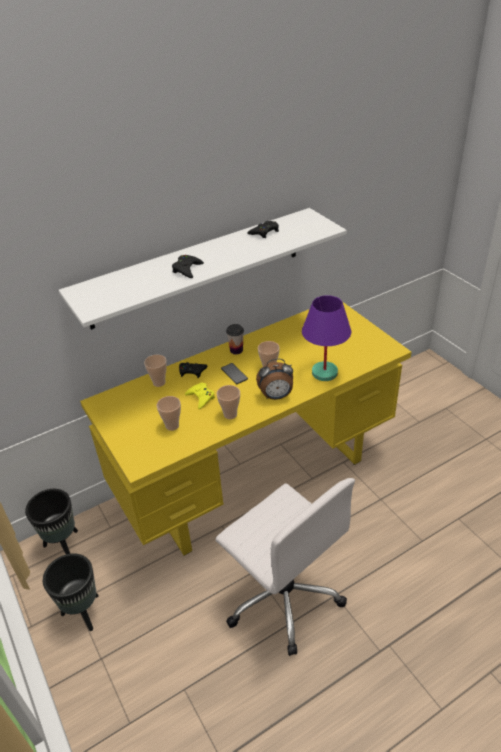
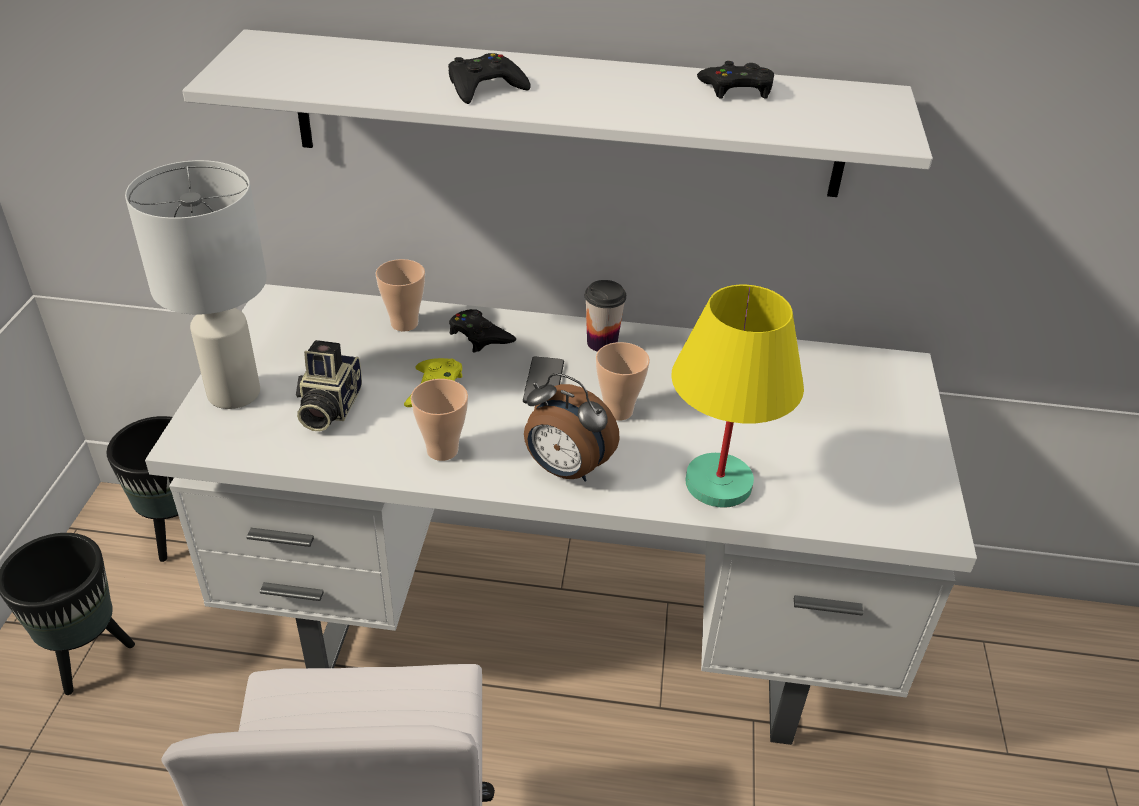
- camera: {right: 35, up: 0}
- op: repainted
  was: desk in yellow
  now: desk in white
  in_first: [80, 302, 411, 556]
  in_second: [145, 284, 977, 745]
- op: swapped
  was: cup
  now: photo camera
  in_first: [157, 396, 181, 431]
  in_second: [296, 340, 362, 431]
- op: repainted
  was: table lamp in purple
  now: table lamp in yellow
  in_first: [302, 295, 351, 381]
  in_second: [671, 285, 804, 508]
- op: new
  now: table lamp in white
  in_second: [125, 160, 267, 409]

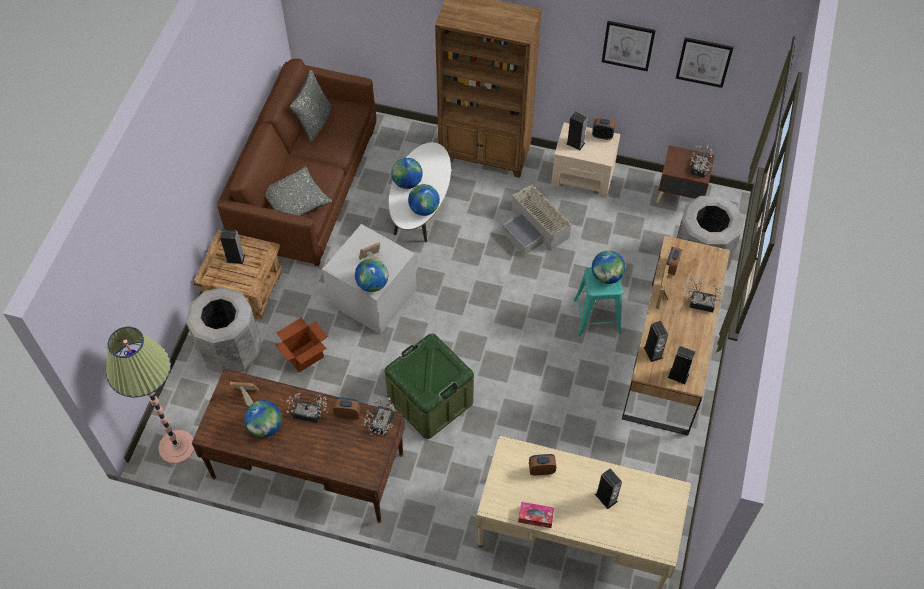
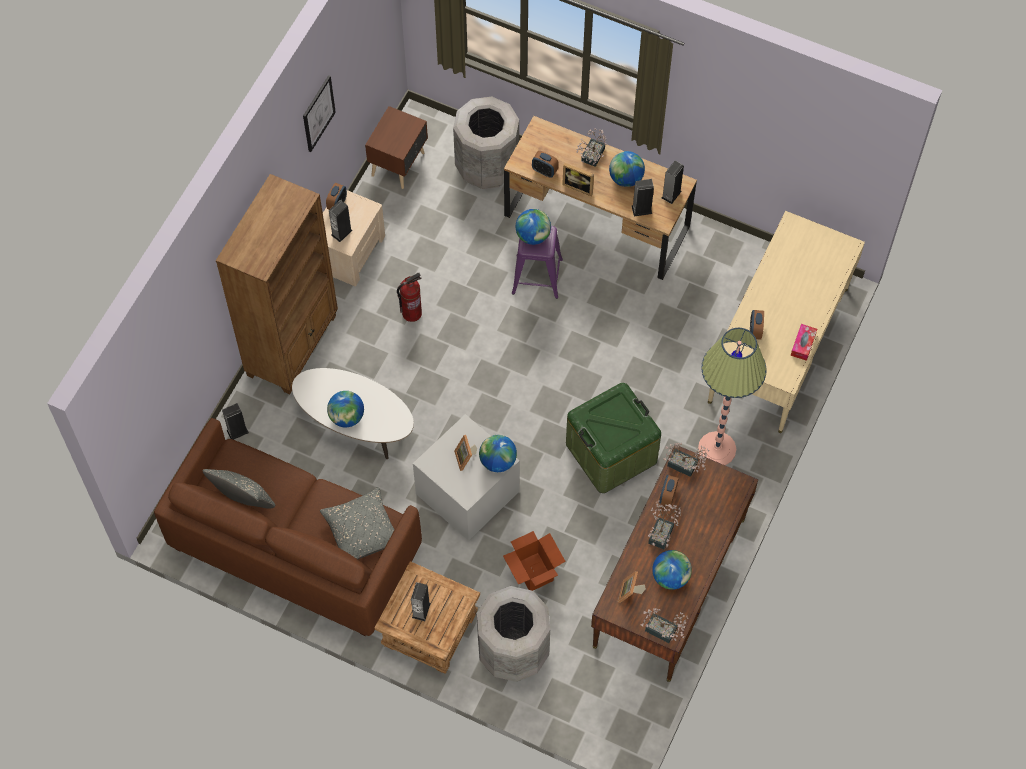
- camera: {right: -80, up: 5}
- op: shifted
  was: floor lamp
  in_first: [106, 327, 194, 464]
  in_second: [698, 328, 767, 465]
- op: shifted
  was: globe
  in_first: [408, 184, 440, 216]
  in_second: [609, 151, 645, 187]
- op: swapped
  was: storage box in grey
  now: fire extinguisher
  in_first: [502, 184, 572, 256]
  in_second: [397, 273, 422, 322]
- op: repainted
  was: stool in turquoise
  now: stool in purple
  in_first: [573, 267, 623, 336]
  in_second: [512, 226, 563, 299]
- op: shifted
  was: speaker
  in_first: [595, 468, 622, 509]
  in_second: [222, 403, 249, 440]
- op: gone
  was: picture
  in_first: [676, 37, 734, 88]
- op: shifted
  was: potted plant
  in_first: [690, 143, 714, 177]
  in_second: [640, 608, 688, 643]

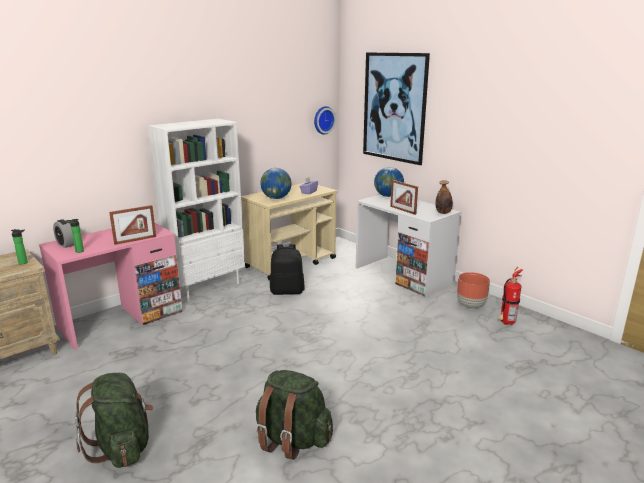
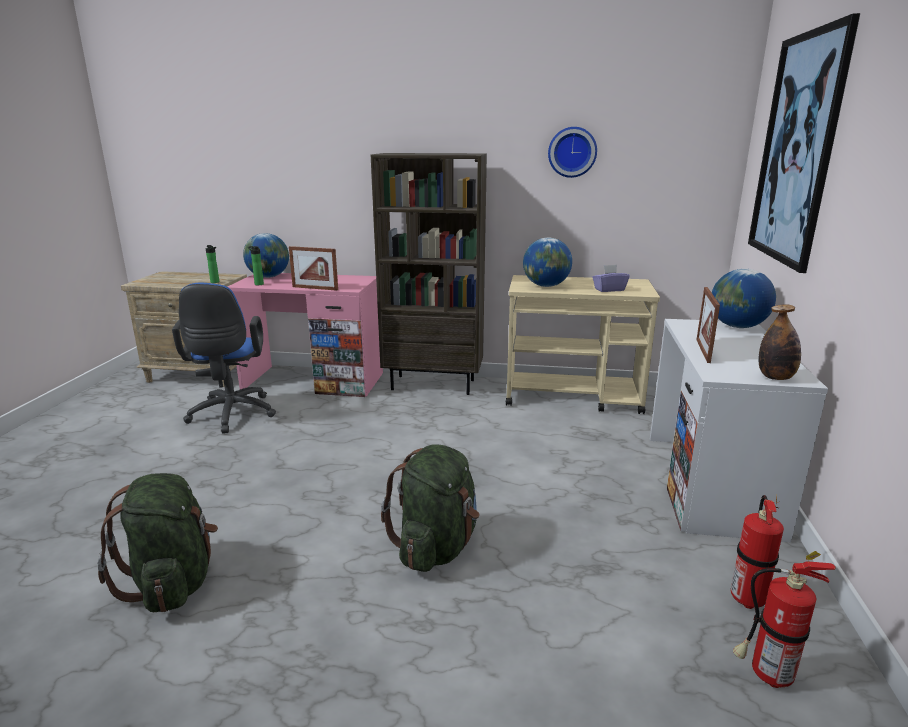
- camera: {right: 50, up: 0}
- op: swapped
  was: alarm clock
  now: globe
  in_first: [53, 219, 74, 248]
  in_second: [243, 233, 289, 278]
- op: shifted
  was: backpack in green
  in_first: [75, 373, 153, 468]
  in_second: [381, 445, 480, 572]
- op: repainted
  was: bookcase in white
  now: bookcase in brown
  in_first: [148, 119, 245, 301]
  in_second: [371, 153, 487, 395]
- op: gone
  was: backpack in black
  in_first: [270, 244, 305, 295]
- op: shifted
  was: wall clock
  in_first: [314, 106, 336, 135]
  in_second: [548, 127, 597, 178]
- op: swapped
  was: planter in brown
  now: fire extinguisher
  in_first: [457, 272, 490, 309]
  in_second: [731, 495, 784, 609]
- op: new
  now: office chair in blue
  in_second: [172, 283, 276, 434]

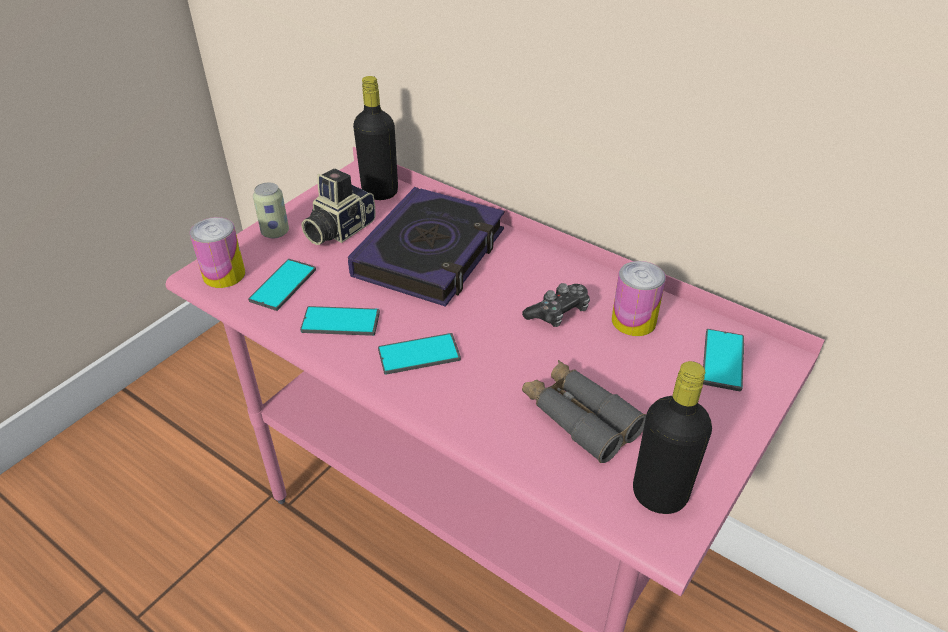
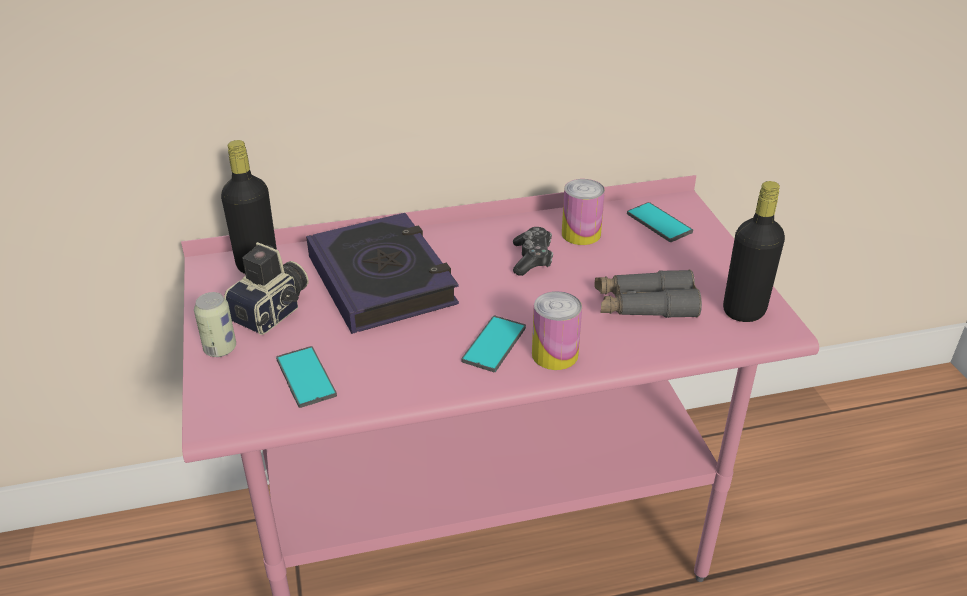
- camera: {right: -50, up: -5}
- op: shifted
  was: can
  in_first: [190, 217, 245, 288]
  in_second: [532, 291, 582, 370]
- op: gone
  was: phone
  in_first: [300, 306, 380, 336]
- op: rotated
  was: photo camera
  in_first: [302, 169, 376, 245]
  in_second: [224, 242, 309, 335]
  clockwise: -135

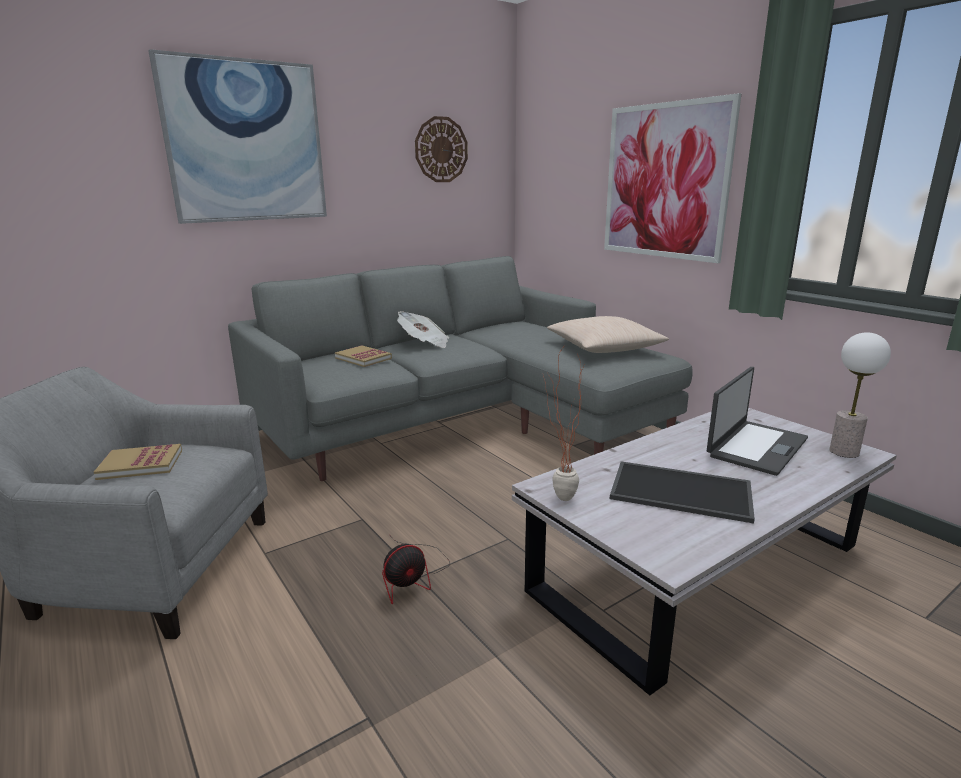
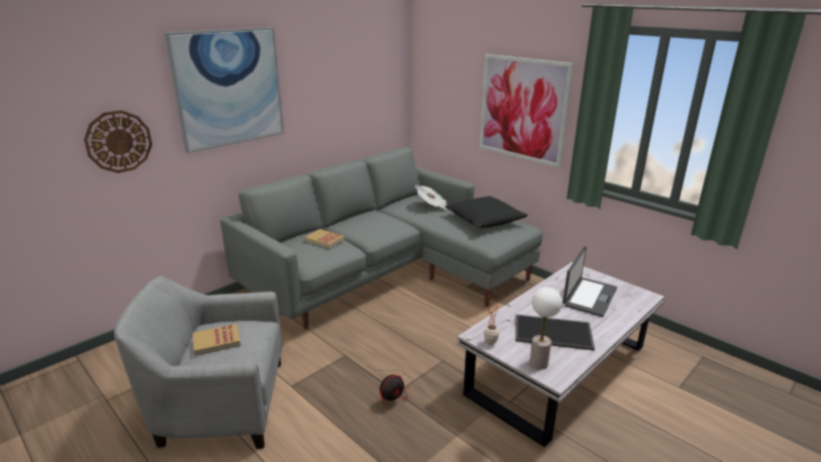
- camera: {right: -10, up: 5}
- op: shifted
  was: newspaper
  in_first: [397, 311, 449, 348]
  in_second: [415, 185, 449, 210]
- op: shifted
  was: wall clock
  in_first: [415, 116, 468, 182]
  in_second: [84, 110, 152, 173]
- op: repainted
  was: pillow in beige
  now: pillow in black
  in_first: [547, 316, 669, 353]
  in_second: [445, 196, 528, 228]
- op: shifted
  was: table lamp
  in_first: [830, 332, 891, 458]
  in_second: [530, 287, 562, 370]

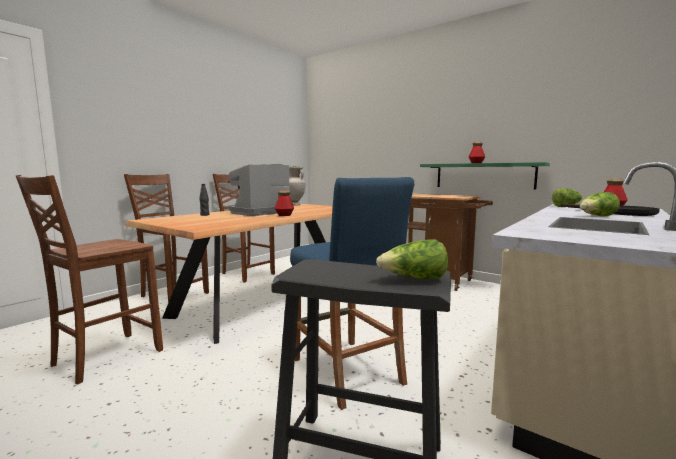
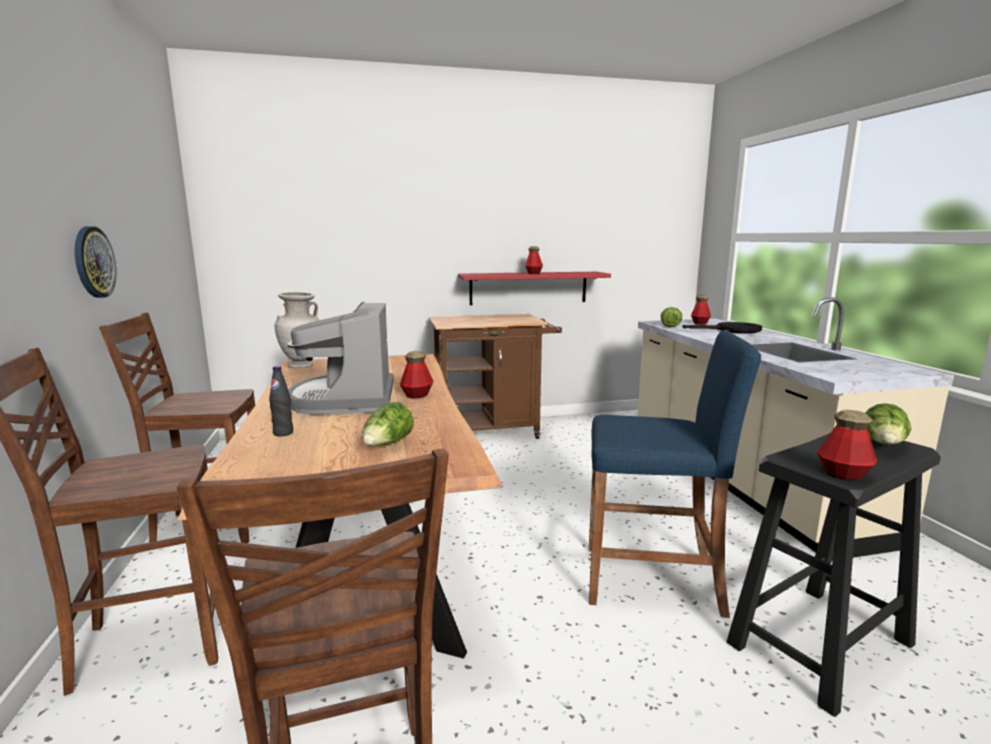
- camera: {right: -50, up: 5}
- op: repainted
  was: shelf in green
  now: shelf in red
  in_first: [420, 162, 550, 189]
  in_second: [458, 272, 611, 305]
- op: shifted
  was: lettuce
  in_first: [579, 192, 620, 216]
  in_second: [362, 402, 414, 446]
- op: new
  now: wall clock
  in_second: [75, 226, 117, 298]
- op: new
  now: bottle
  in_second: [817, 410, 877, 481]

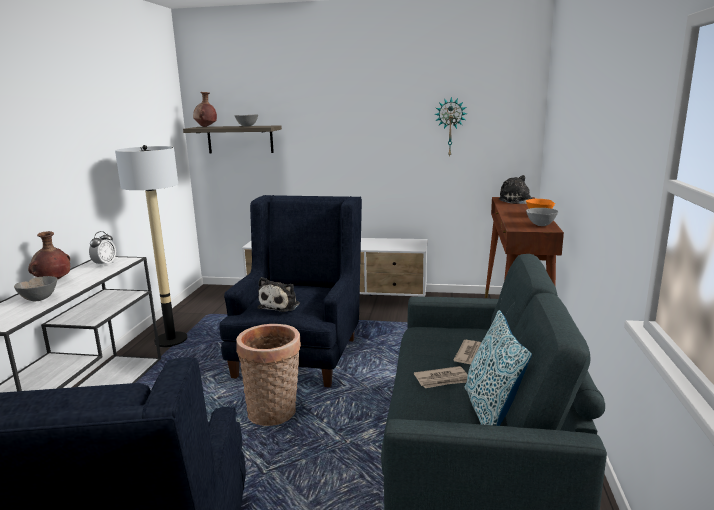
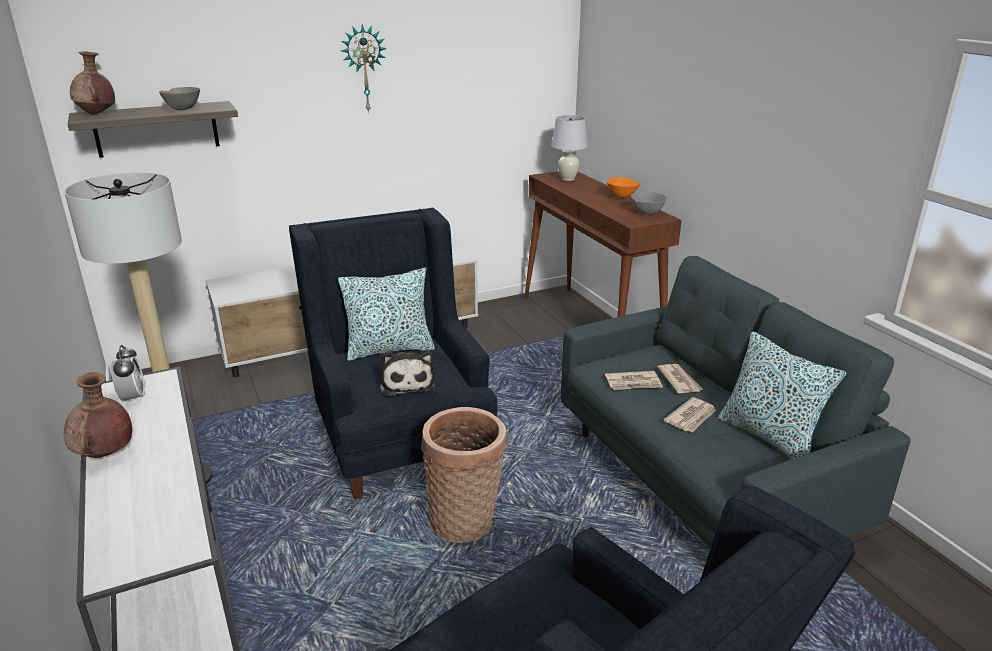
- camera: {right: -35, up: 10}
- op: gone
  was: bowl in grey
  in_first: [14, 276, 57, 302]
- op: shifted
  was: wall clock
  in_first: [434, 97, 467, 158]
  in_second: [341, 24, 387, 113]
- op: swapped
  was: plush toy
  now: table lamp in white
  in_first: [499, 175, 533, 204]
  in_second: [551, 115, 588, 181]
- op: new
  now: pillow
  in_second: [338, 268, 435, 361]
- op: new
  now: newspaper
  in_second: [605, 371, 663, 390]

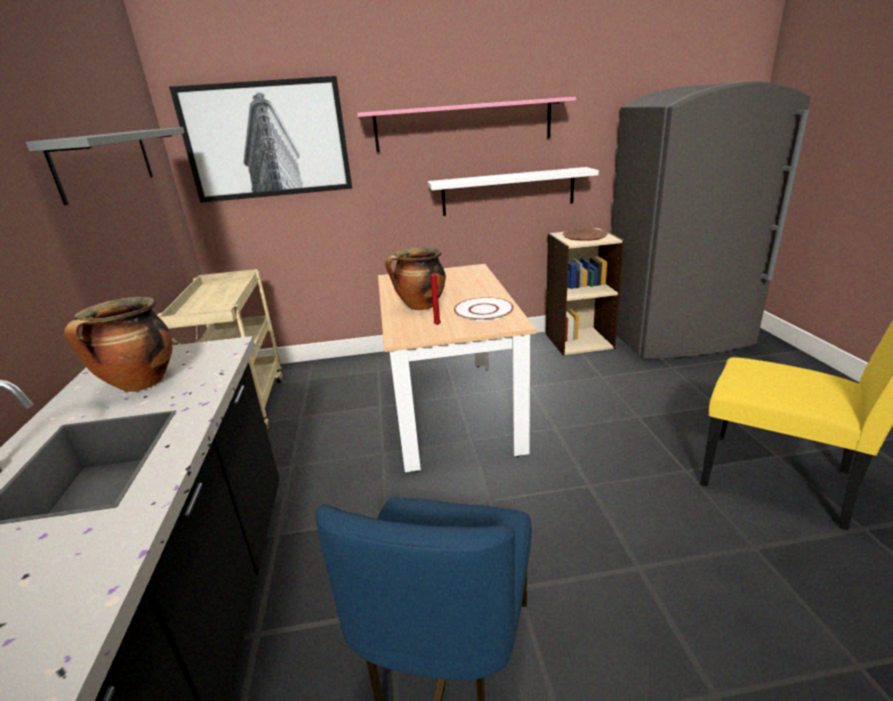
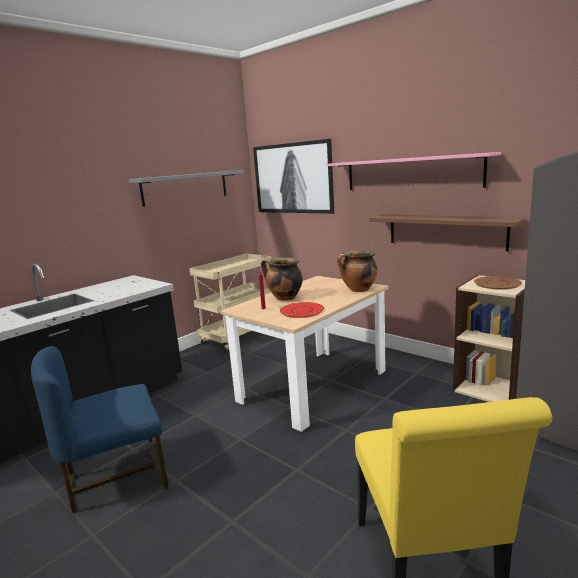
- camera: {right: 50, up: -10}
- op: shifted
  was: cooking pot
  in_first: [64, 297, 173, 392]
  in_second: [337, 250, 377, 292]
- op: repainted
  was: shelf in white
  now: shelf in brown
  in_first: [428, 167, 599, 216]
  in_second: [369, 214, 525, 251]
- op: repainted
  was: plate in white
  now: plate in red
  in_first: [454, 297, 514, 321]
  in_second: [280, 302, 324, 318]

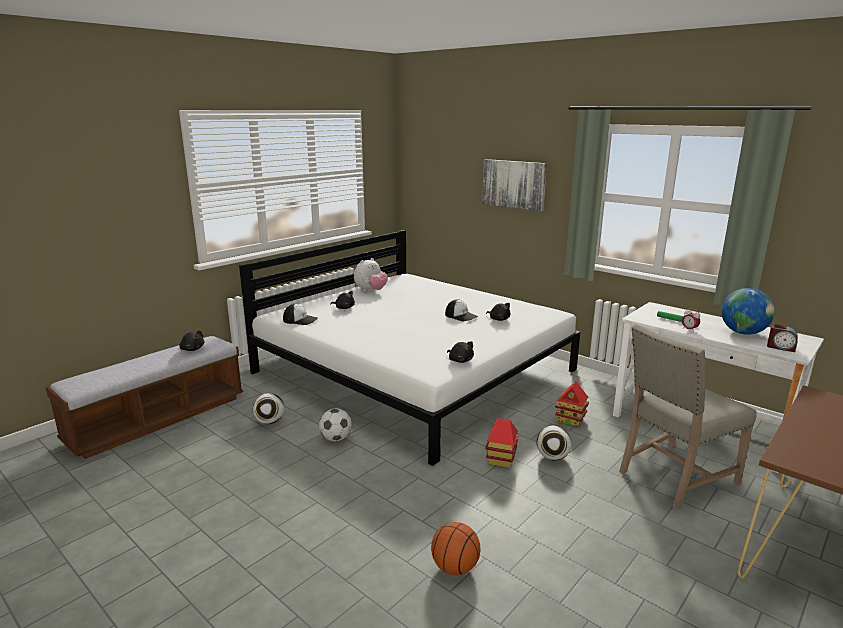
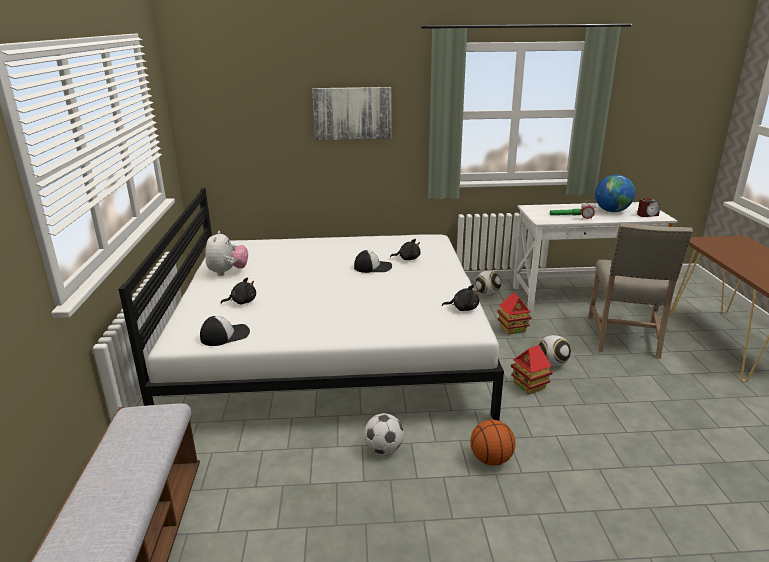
- camera: {right: -45, up: 5}
- op: gone
  was: plush toy in black
  in_first: [180, 331, 204, 351]
- op: shifted
  was: football
  in_first: [253, 393, 285, 424]
  in_second: [475, 270, 501, 296]
- op: shifted
  was: basketball
  in_first: [431, 522, 481, 575]
  in_second: [470, 420, 515, 466]

